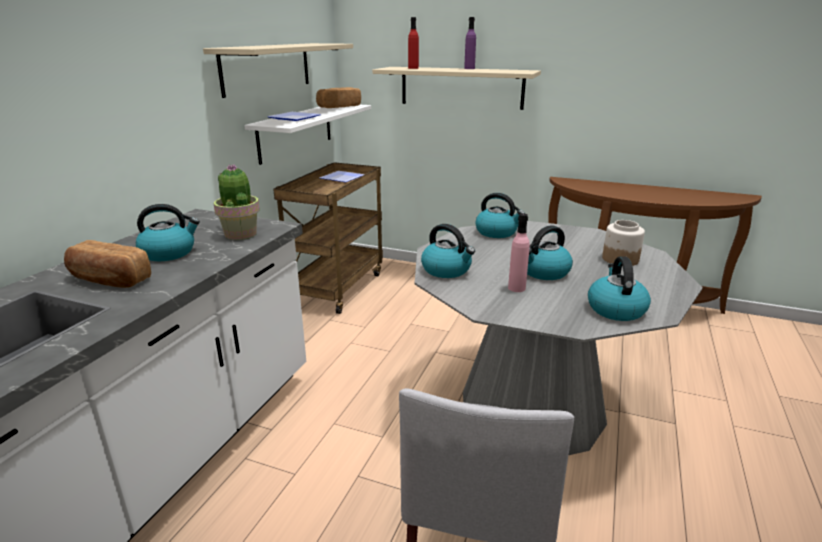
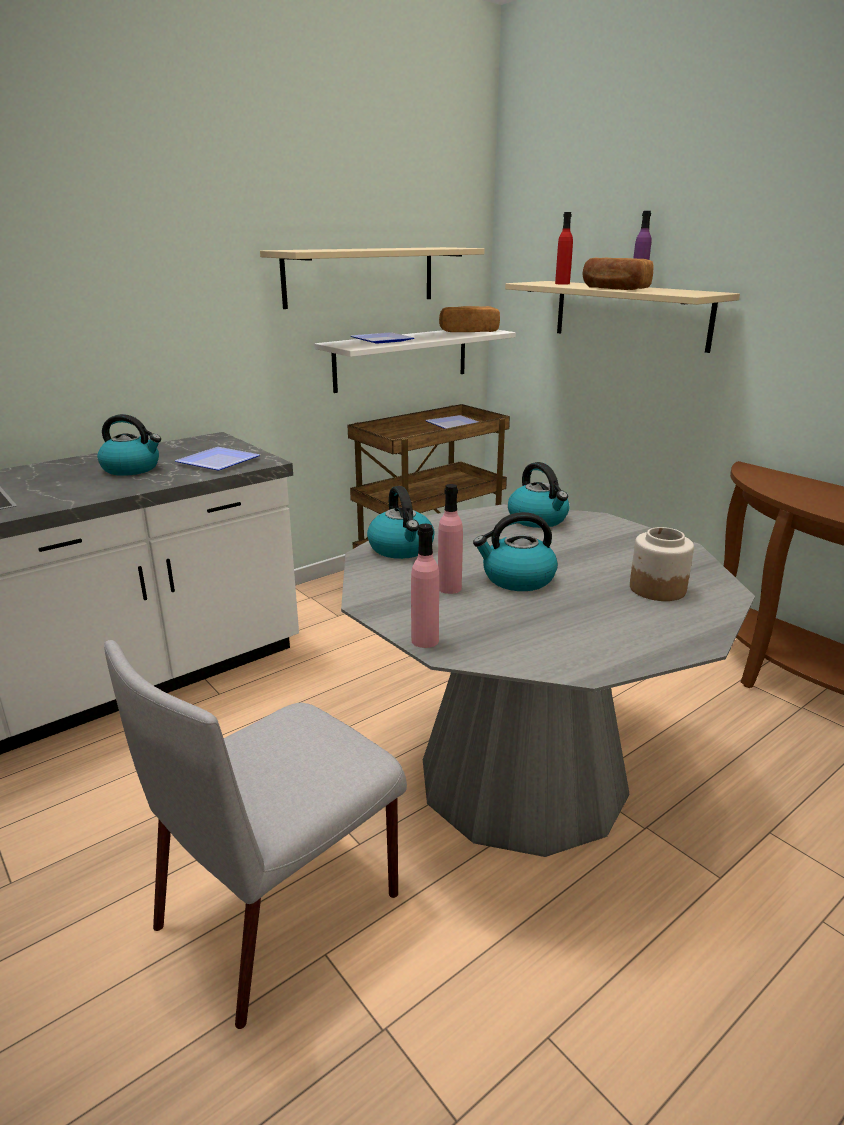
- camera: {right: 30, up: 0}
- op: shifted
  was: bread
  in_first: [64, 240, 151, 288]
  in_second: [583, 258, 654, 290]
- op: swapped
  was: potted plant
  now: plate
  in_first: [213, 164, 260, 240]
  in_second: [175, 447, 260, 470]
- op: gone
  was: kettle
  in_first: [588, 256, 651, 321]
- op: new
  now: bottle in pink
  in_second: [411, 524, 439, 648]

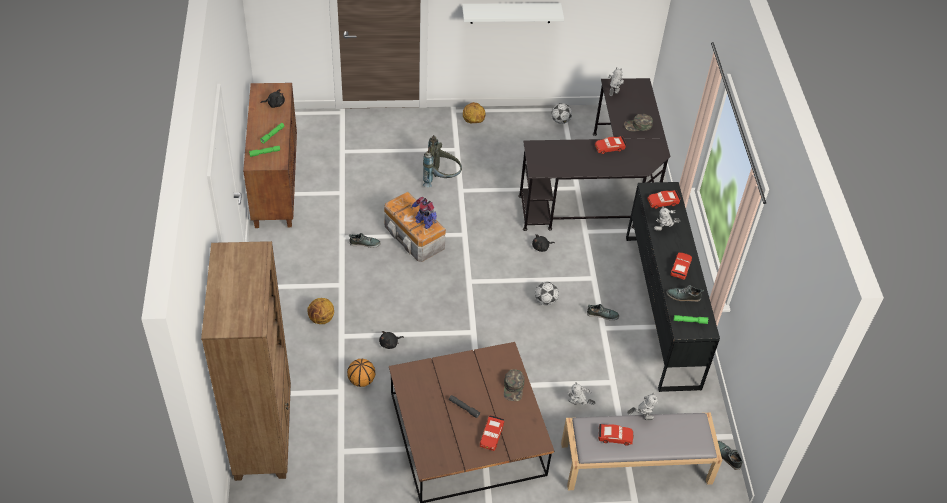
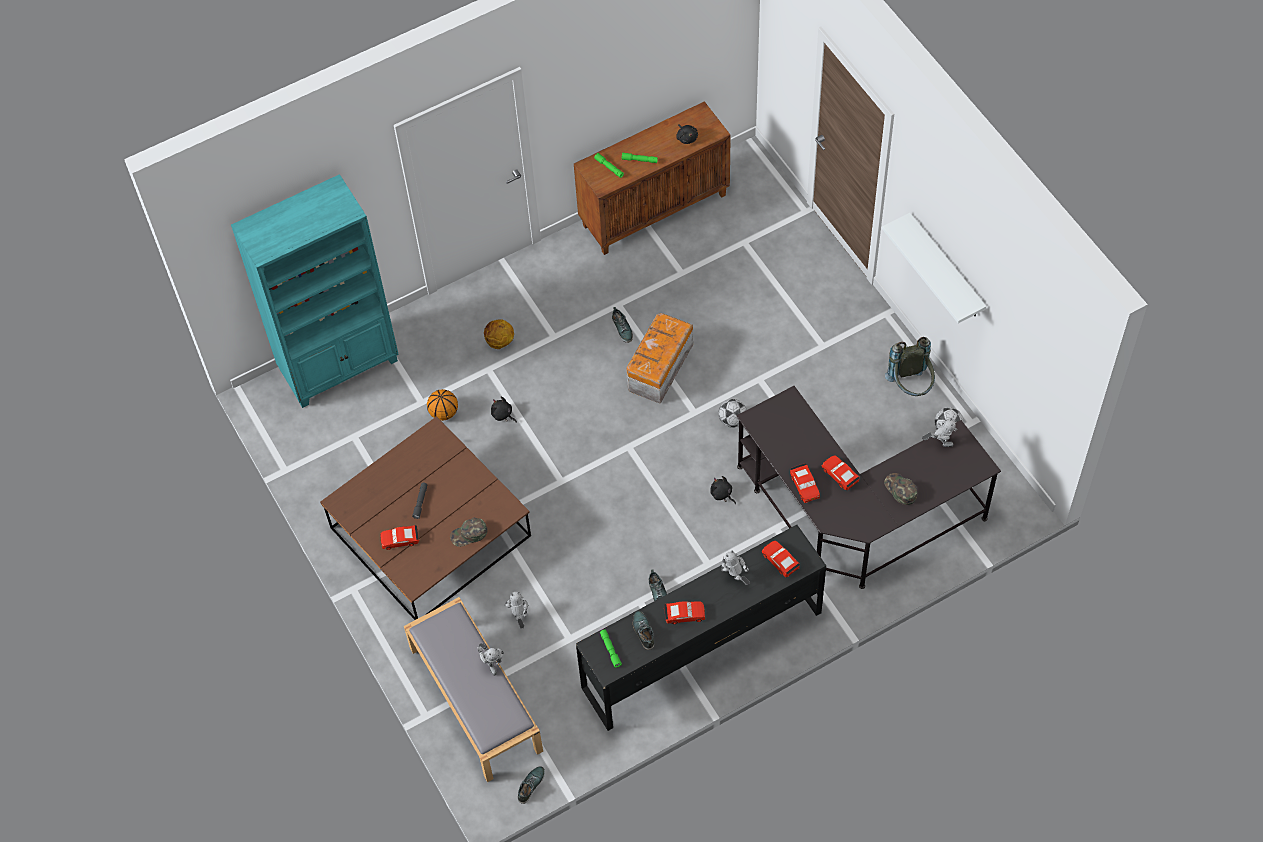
- camera: {right: 70, up: 10}
- op: repainted
  was: bookcase in brown
  now: bookcase in turquoise
  in_first: [201, 241, 291, 481]
  in_second: [231, 174, 399, 408]
- op: gone
  was: toy robot
  in_first: [411, 197, 437, 229]
- op: shifted
  was: backpack in grey
  in_first: [423, 135, 462, 187]
  in_second: [885, 337, 935, 396]
- op: gone
  was: basketball
  in_first: [463, 102, 486, 123]
- op: shifted
  was: football
  in_first: [535, 282, 559, 306]
  in_second: [718, 399, 747, 428]
- op: shifted
  was: toy car in red
  in_first: [599, 424, 634, 446]
  in_second: [790, 463, 820, 503]

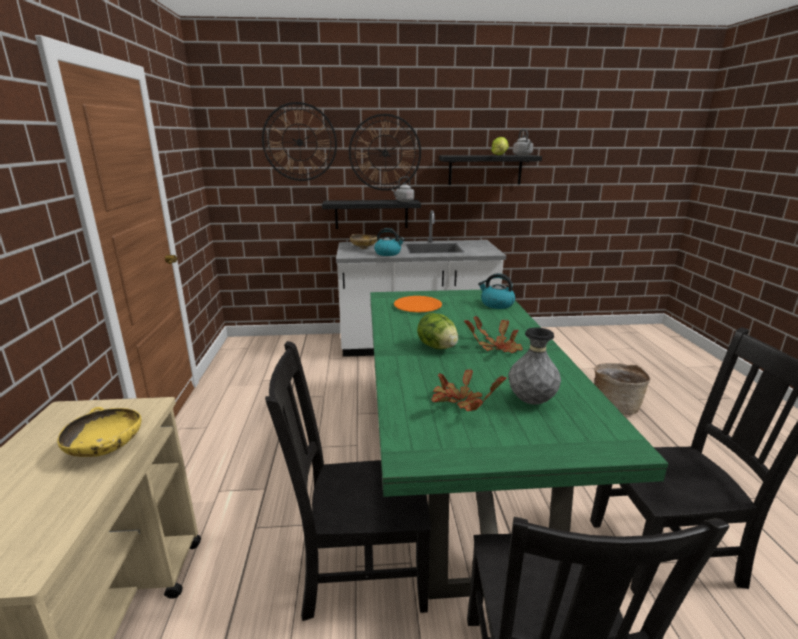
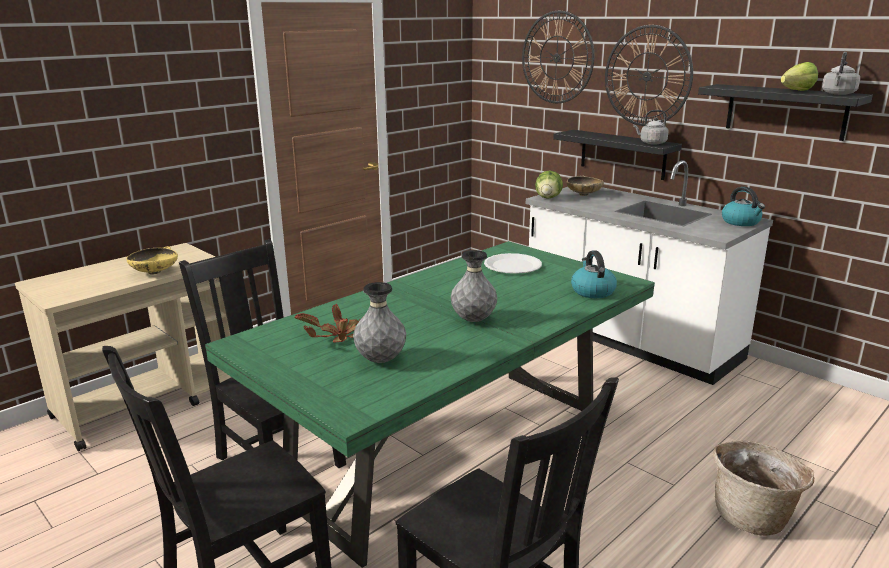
- camera: {right: 50, up: 0}
- op: shifted
  was: kettle
  in_first: [374, 228, 405, 256]
  in_second: [722, 187, 765, 226]
- op: repainted
  was: plate in orange
  now: plate in white
  in_first: [394, 296, 442, 312]
  in_second: [484, 253, 542, 274]
- op: shifted
  was: lettuce
  in_first: [417, 313, 458, 349]
  in_second: [535, 171, 563, 199]
- op: swapped
  was: potted plant
  now: vase in grey
  in_first: [464, 316, 523, 353]
  in_second: [451, 250, 497, 322]

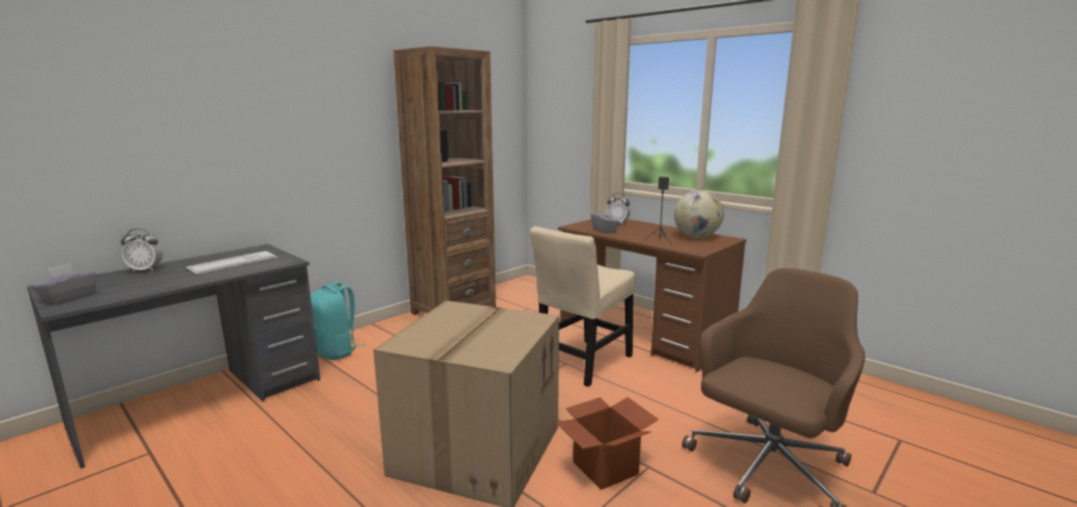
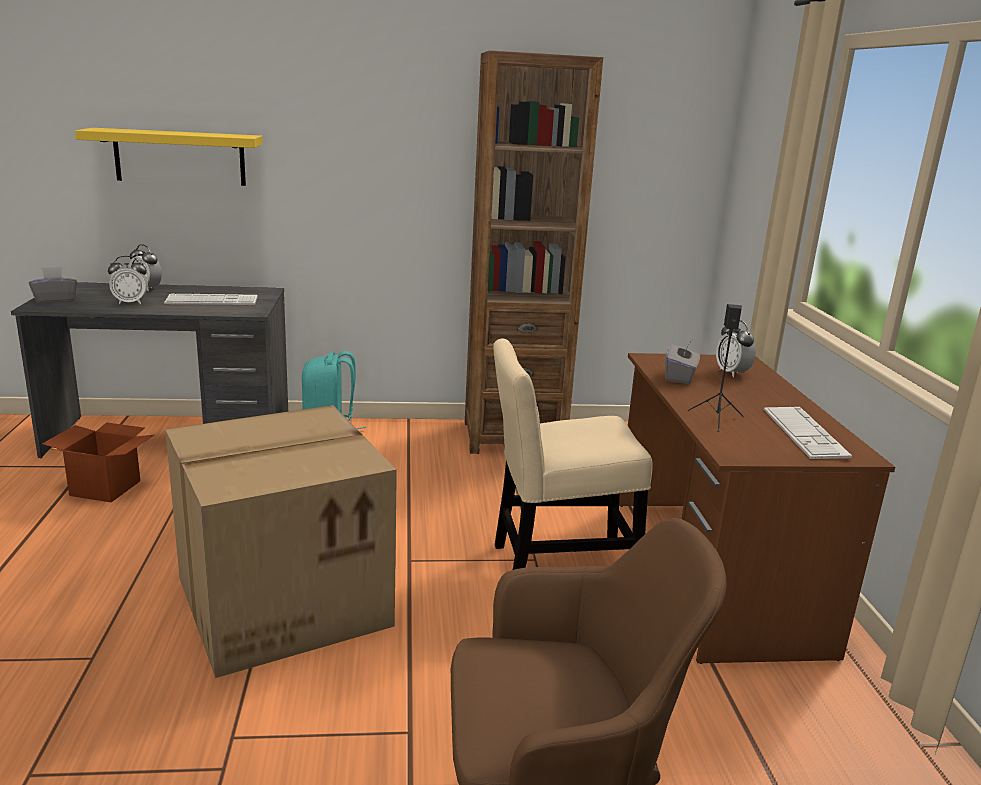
- camera: {right: 40, up: 5}
- op: shifted
  was: cardboard box
  in_first: [555, 397, 659, 490]
  in_second: [42, 422, 154, 502]
- op: swapped
  was: globe
  now: keyboard
  in_first: [674, 190, 724, 238]
  in_second: [764, 407, 852, 459]
- op: new
  now: shelf in yellow
  in_second: [75, 128, 263, 186]
- op: new
  now: alarm clock
  in_second: [108, 256, 148, 305]

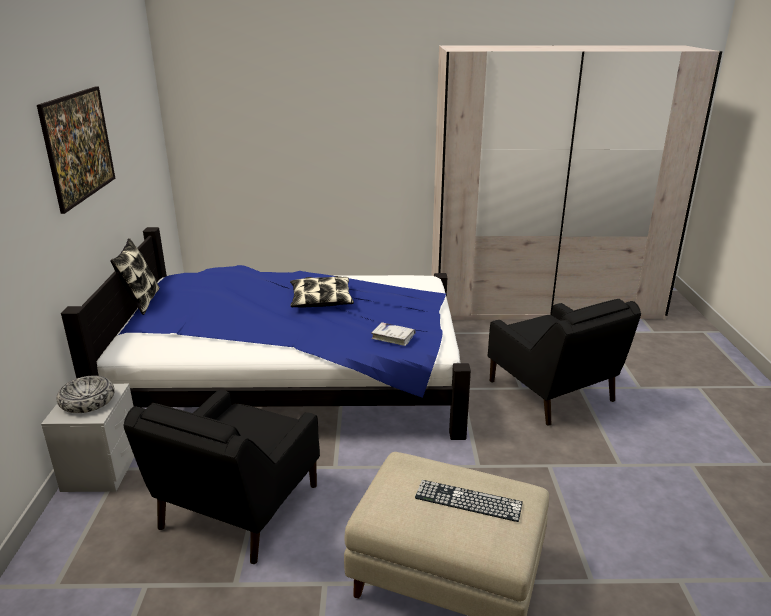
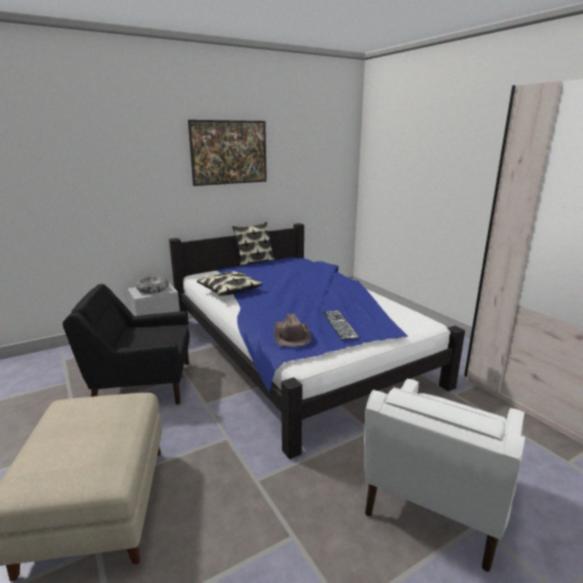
- camera: {right: 60, up: -5}
- op: shifted
  was: pillow
  in_first: [290, 276, 354, 308]
  in_second: [197, 271, 263, 296]
- op: swapped
  was: book in white
  now: hat in brown
  in_first: [371, 322, 416, 346]
  in_second: [274, 314, 311, 347]
- op: shifted
  was: keyboard
  in_first: [415, 480, 523, 522]
  in_second: [323, 311, 360, 340]
- op: repainted
  was: armchair in black
  now: armchair in white
  in_first: [488, 299, 641, 426]
  in_second: [364, 379, 525, 572]

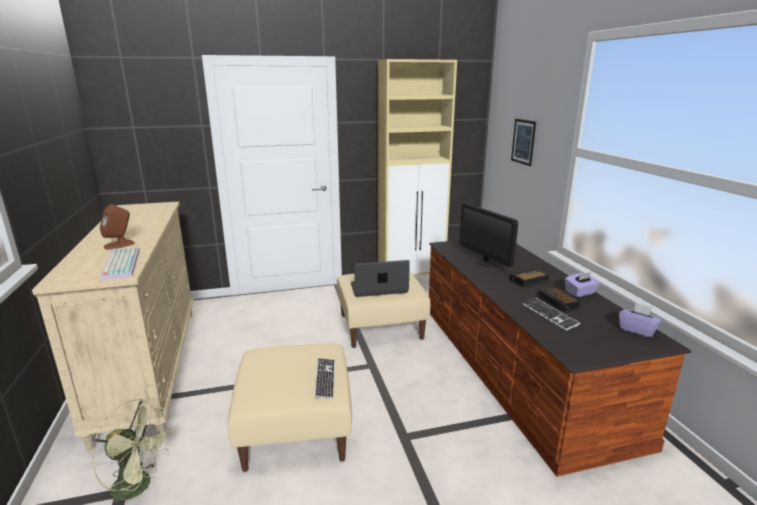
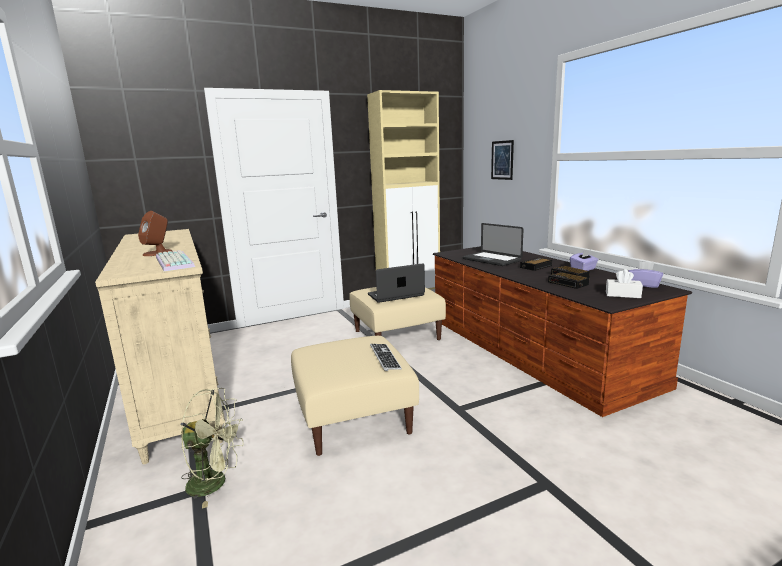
- camera: {right: -10, up: -5}
- op: swapped
  was: monitor
  now: laptop
  in_first: [460, 203, 518, 267]
  in_second: [463, 223, 523, 266]
- op: swapped
  was: keyboard
  now: alarm clock
  in_first: [523, 298, 580, 331]
  in_second: [548, 272, 589, 289]
- op: new
  now: tissue box in white
  in_second: [606, 269, 643, 298]

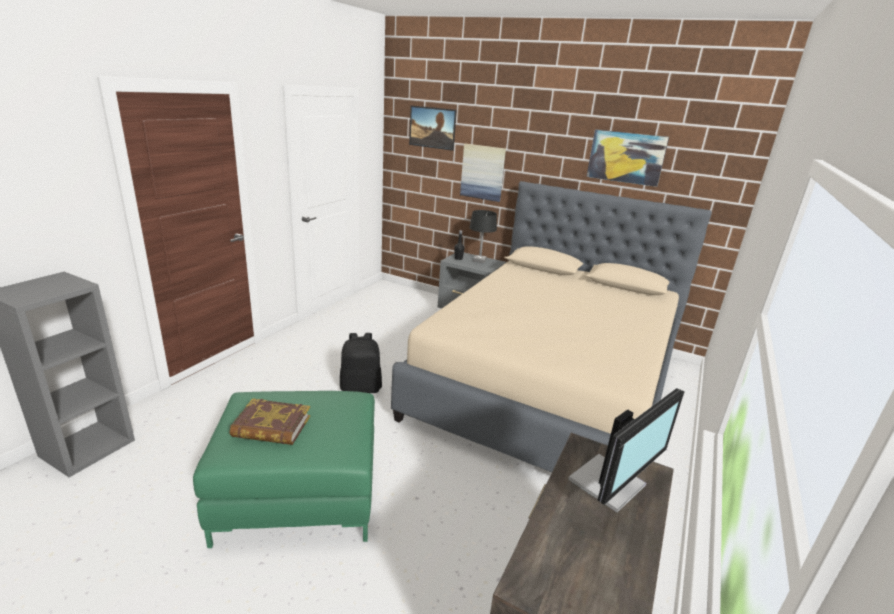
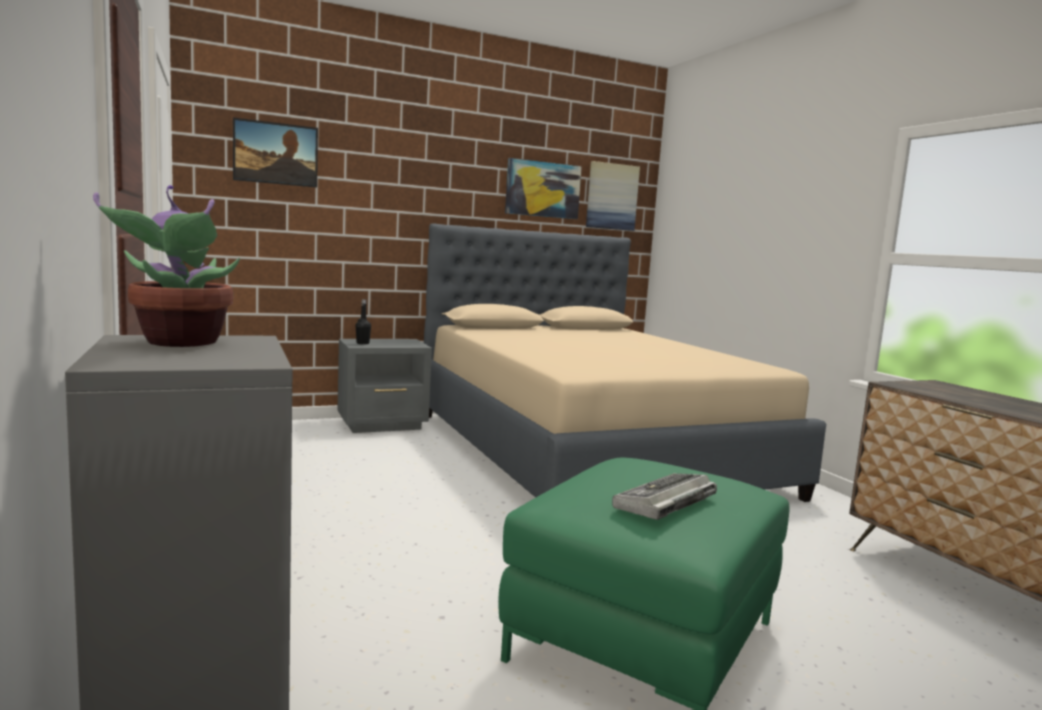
- camera: {right: -50, up: -15}
- op: swapped
  was: book
  now: keyboard
  in_first: [230, 399, 310, 445]
  in_second: [612, 473, 717, 520]
- op: gone
  was: backpack in black
  in_first: [340, 333, 382, 393]
- op: shifted
  was: picture
  in_first: [460, 144, 506, 202]
  in_second: [586, 161, 640, 231]
- op: gone
  was: table lamp in black
  in_first: [469, 210, 497, 263]
- op: gone
  was: monitor
  in_first: [568, 388, 684, 513]
- op: new
  now: potted plant
  in_second: [93, 185, 240, 347]

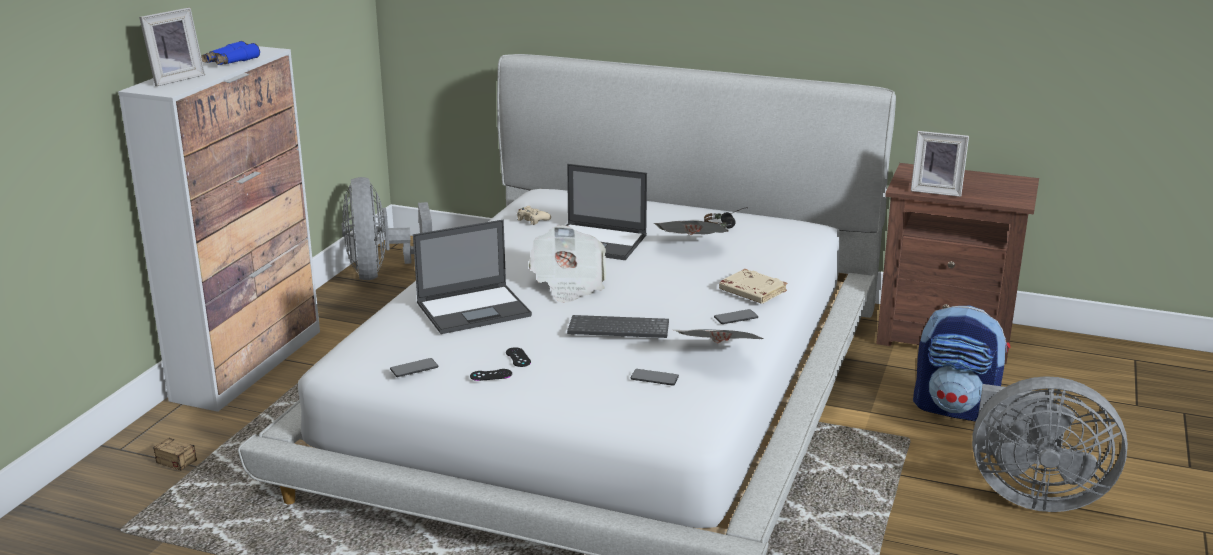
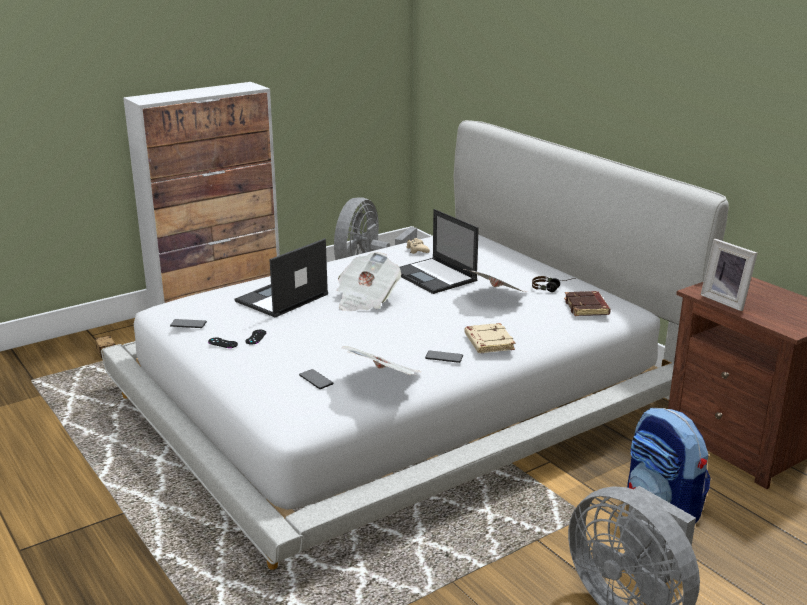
- camera: {right: 35, up: 0}
- op: gone
  was: picture frame
  in_first: [139, 8, 205, 86]
- op: gone
  was: binoculars in blue
  in_first: [201, 41, 260, 65]
- op: rotated
  was: laptop
  in_first: [413, 220, 532, 334]
  in_second: [235, 238, 328, 318]
  clockwise: 120
- op: gone
  was: keyboard
  in_first: [567, 315, 669, 338]
- op: new
  now: book in brown
  in_second: [564, 291, 611, 316]

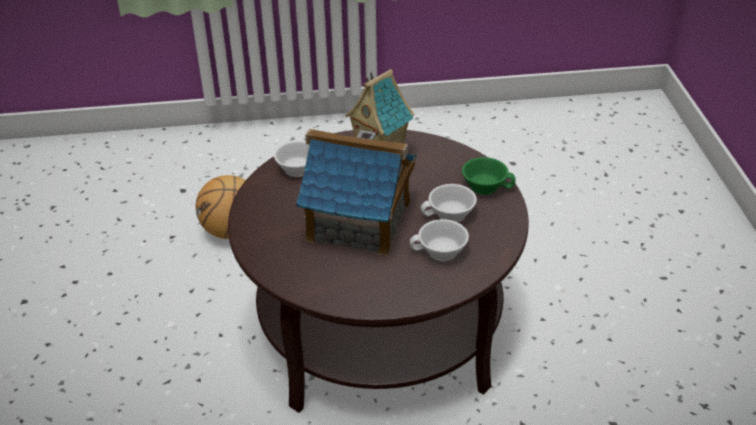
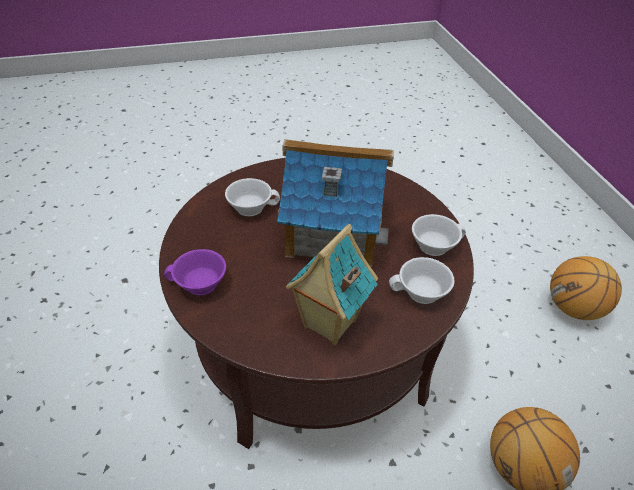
- camera: {right: 170, up: 5}
- op: shifted
  was: cup in white
  in_first: [421, 184, 477, 222]
  in_second: [412, 214, 466, 256]
- op: repainted
  was: cup in green
  now: cup in purple
  in_first: [462, 157, 516, 195]
  in_second: [164, 249, 226, 296]
- op: new
  now: basketball
  in_second: [550, 256, 622, 320]

